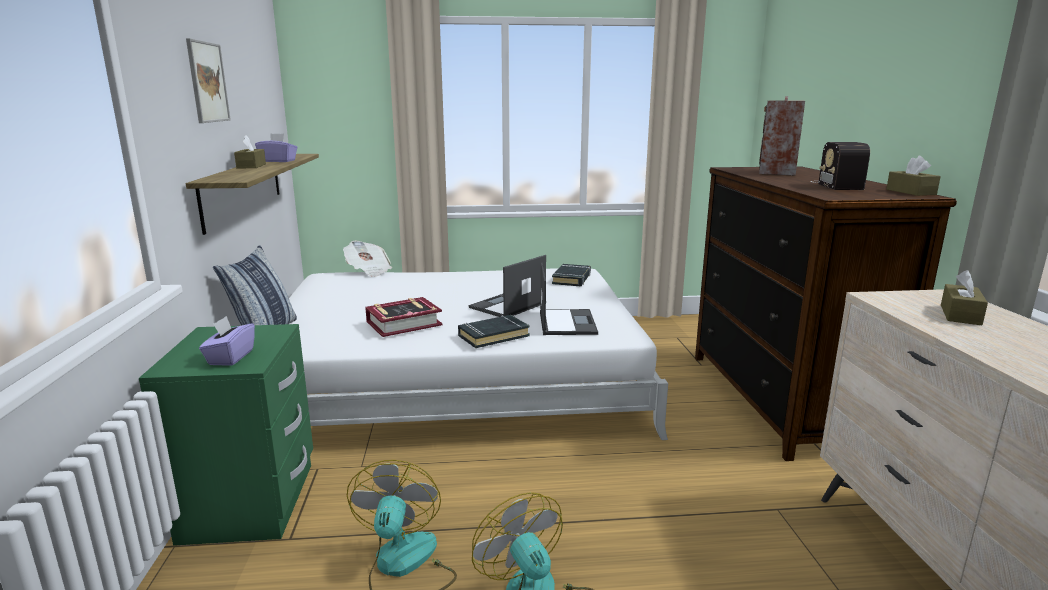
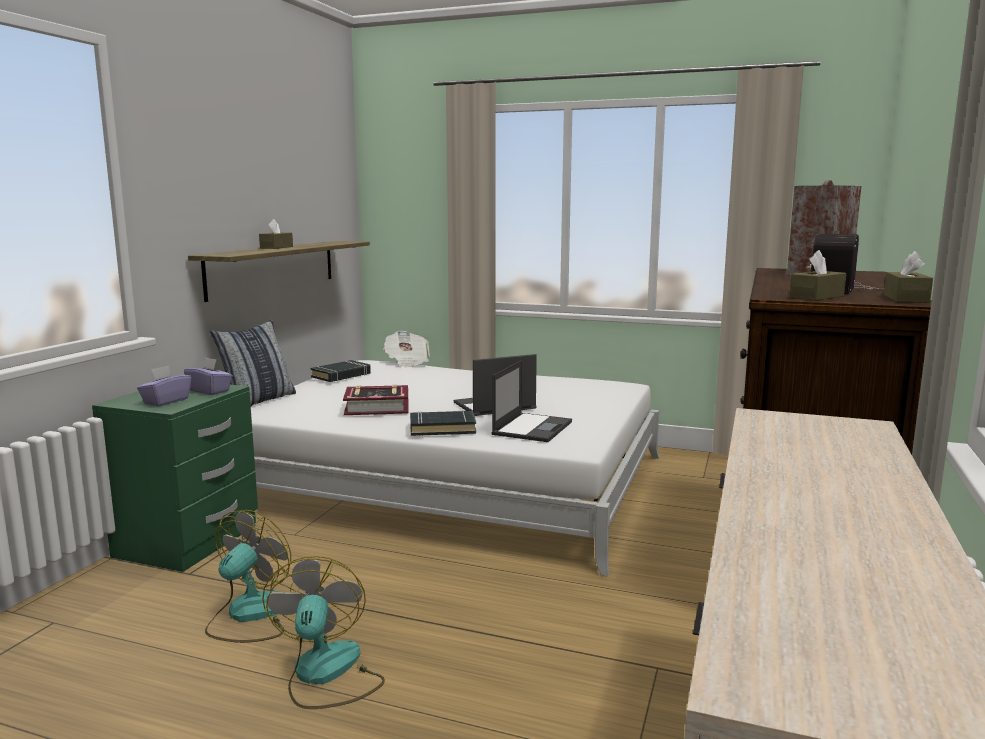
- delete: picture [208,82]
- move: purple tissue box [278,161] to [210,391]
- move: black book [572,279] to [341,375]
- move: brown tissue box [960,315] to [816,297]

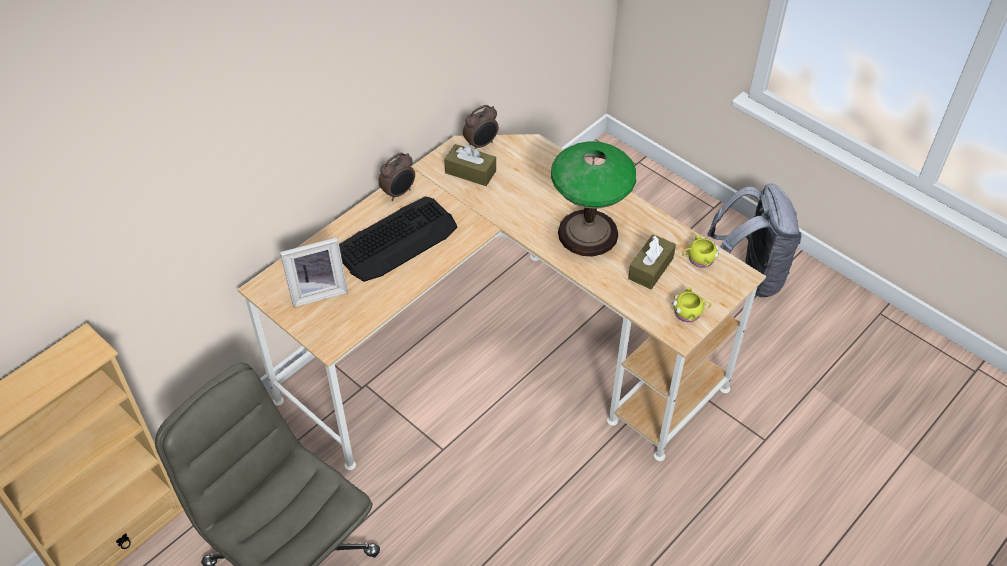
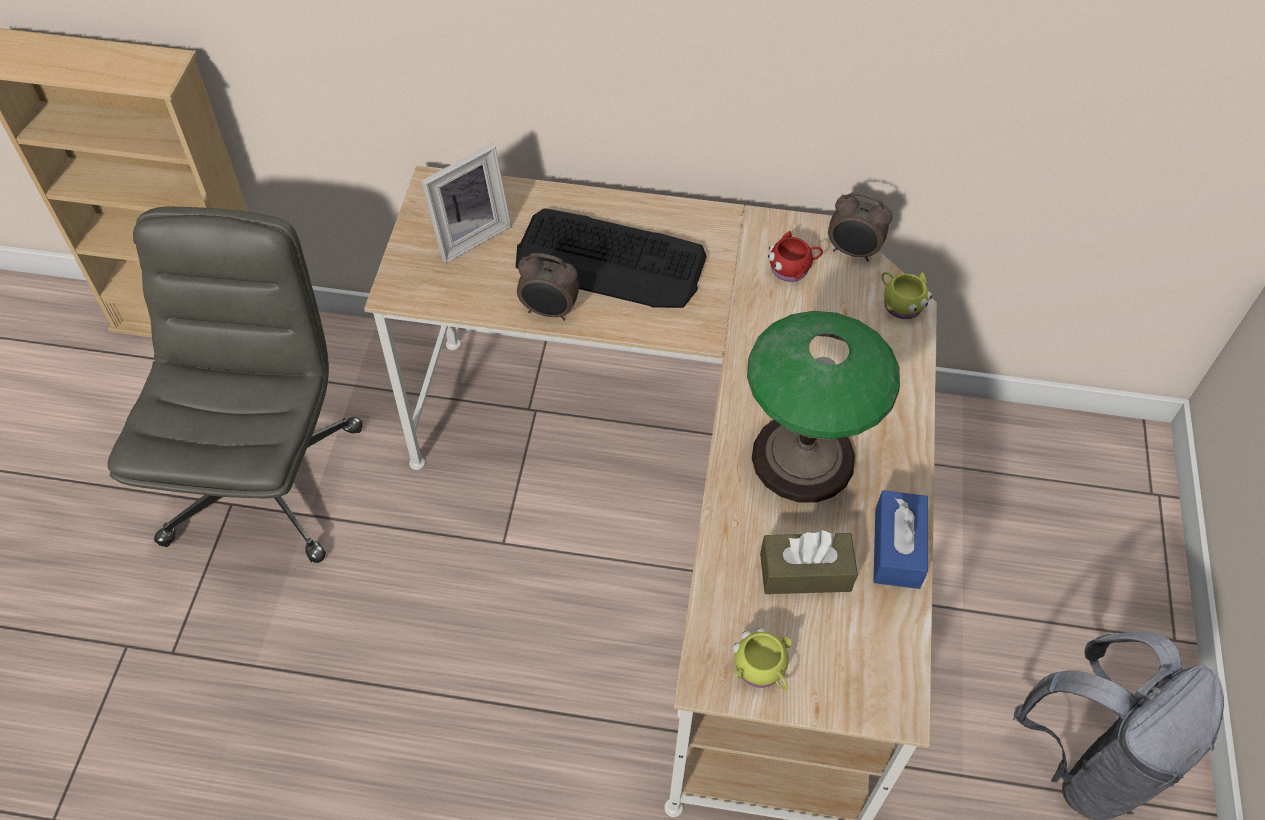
- replace: brown tissue box [470,172] to red mug [792,268]
- move: alarm clock [399,193] to [549,312]
- move: yellow mug [698,259] to [900,303]
- rotate: picture frame [318,291] = [468,234] 75 degrees counterclockwise
- insert: blue tissue box [897,548]

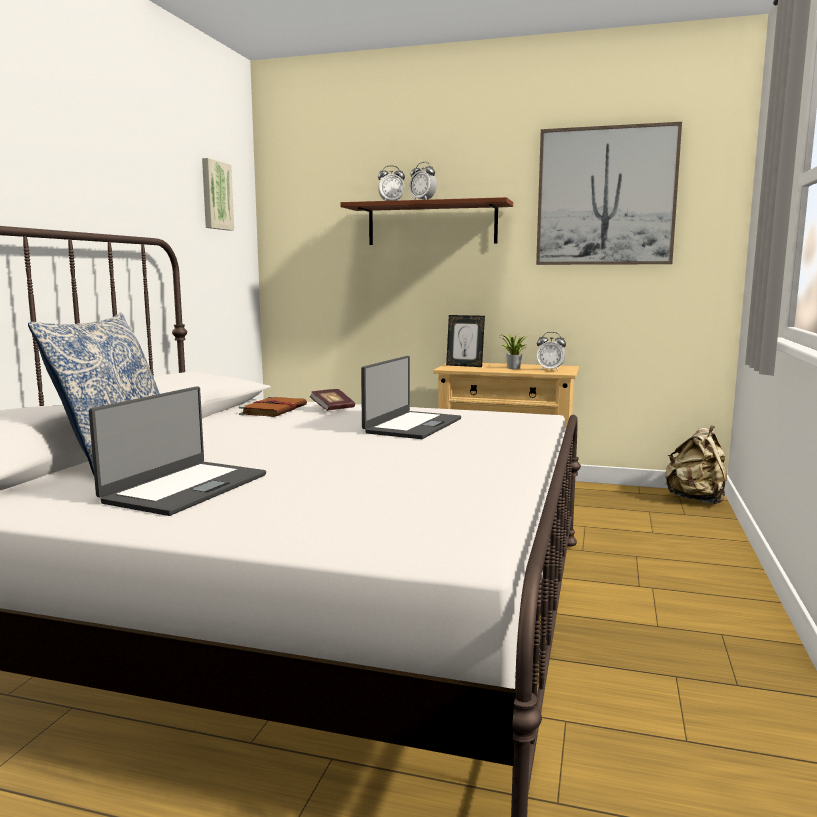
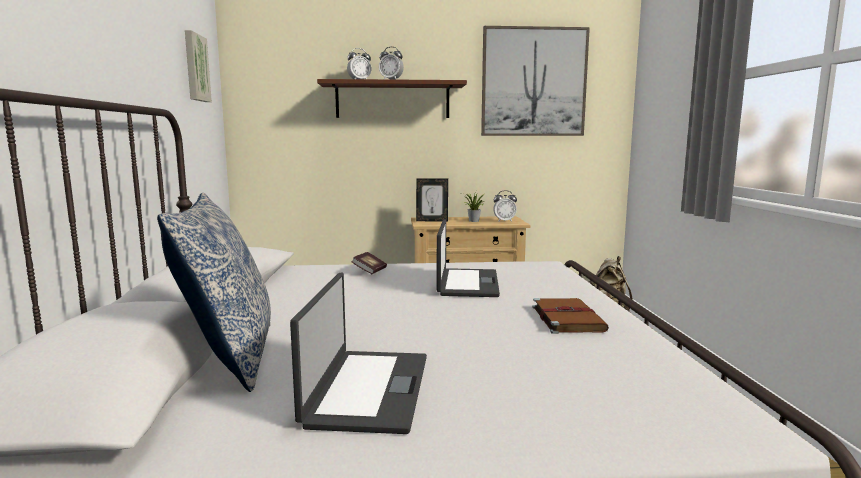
- move: brown book [274,410] to [566,318]

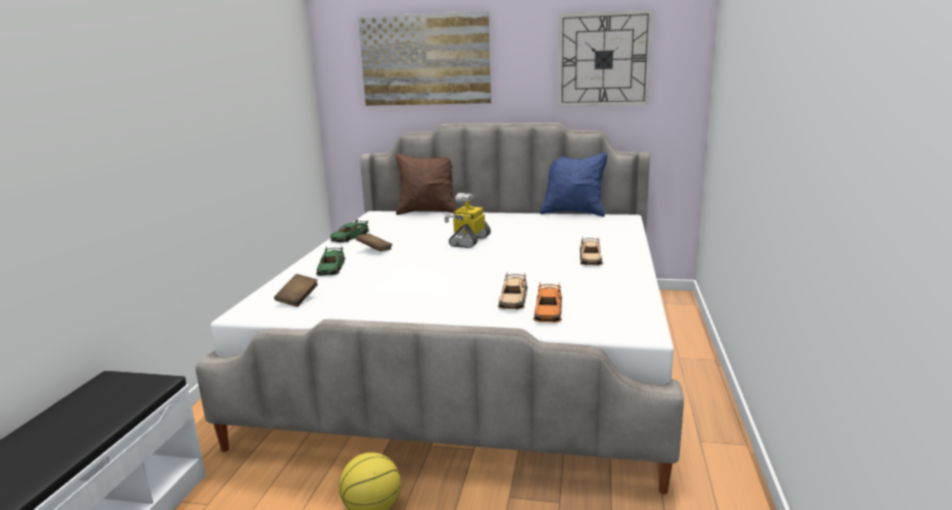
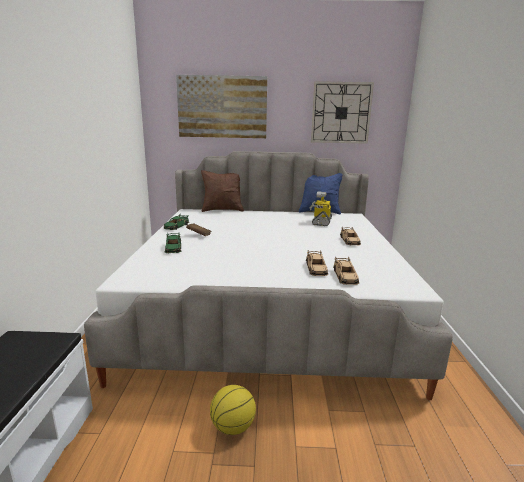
- move: toy robot [469,241] to [321,222]
- delete: brown book [298,299]
- recolor: orange toy car [548,311] to beige toy car [345,276]

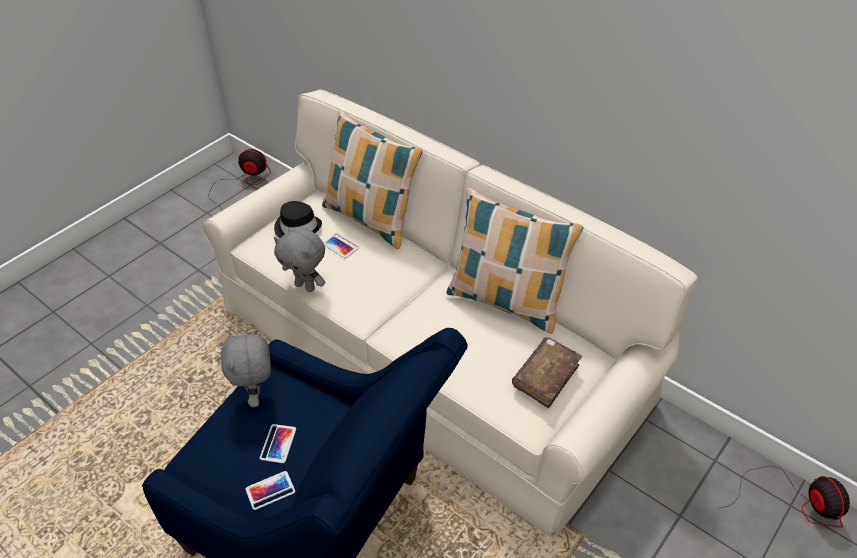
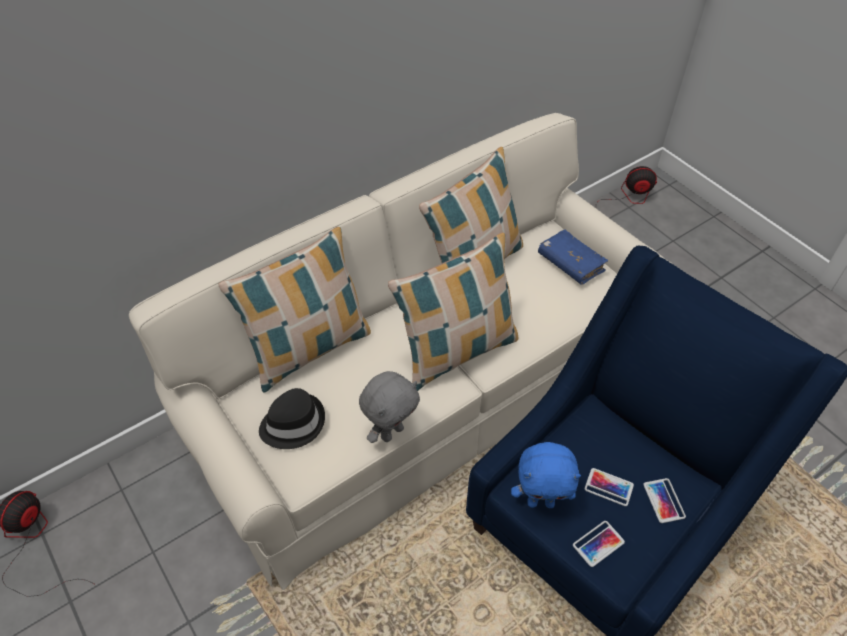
- move: phone [340,246] to [598,543]
- recolor: grey plush toy [256,395] to blue plush toy [541,501]
- recolor: brown book [545,377] to blue book [570,263]
- insert: pillow [456,351]

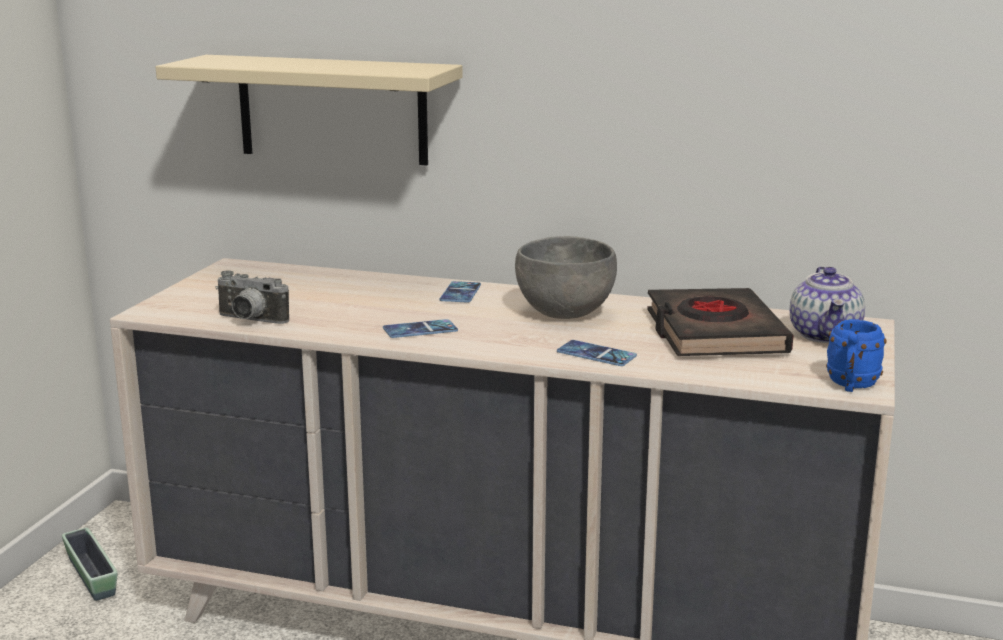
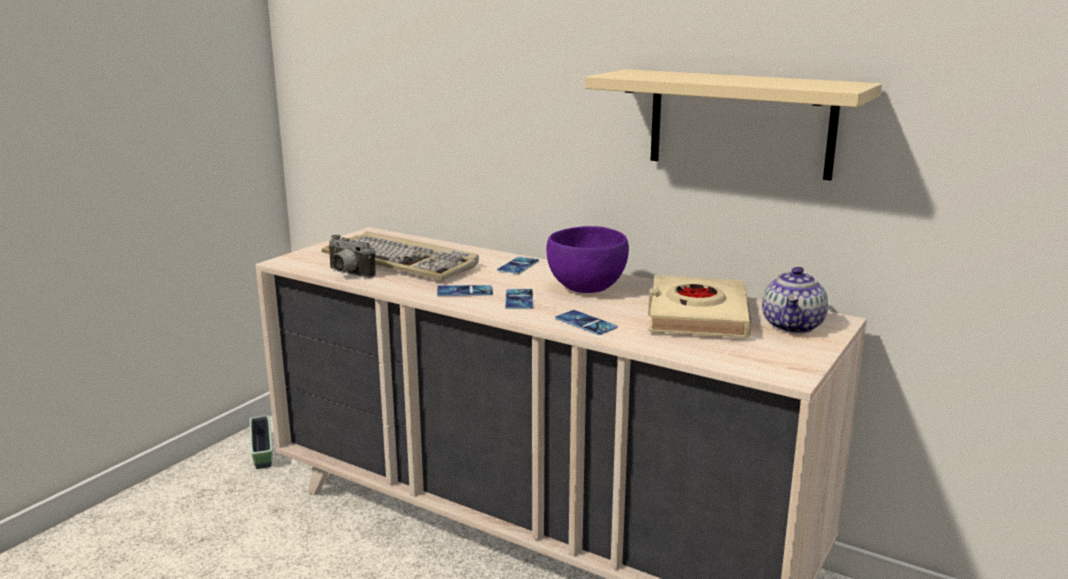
- move: beige shelf [332,109] to [740,123]
- recolor: grey bowl [564,313] to purple bowl [586,288]
- recolor: black book [714,333] to beige book [697,315]
- delete: blue mug [851,385]
- insert: keyboard [402,262]
- insert: phone [519,299]

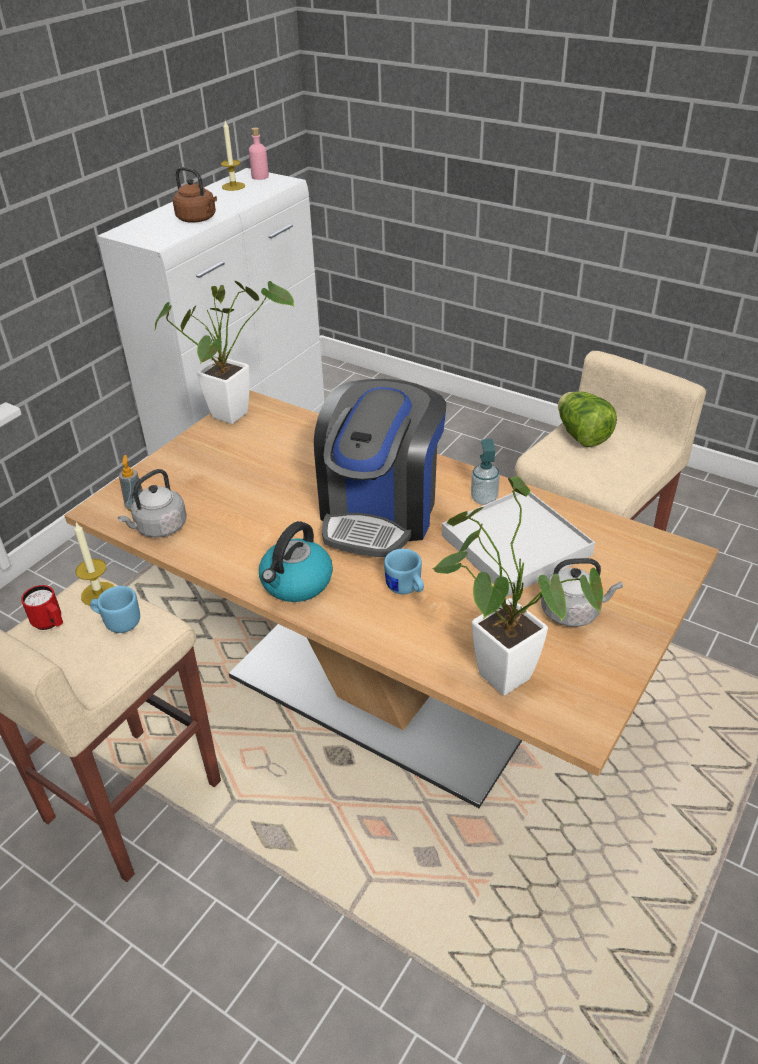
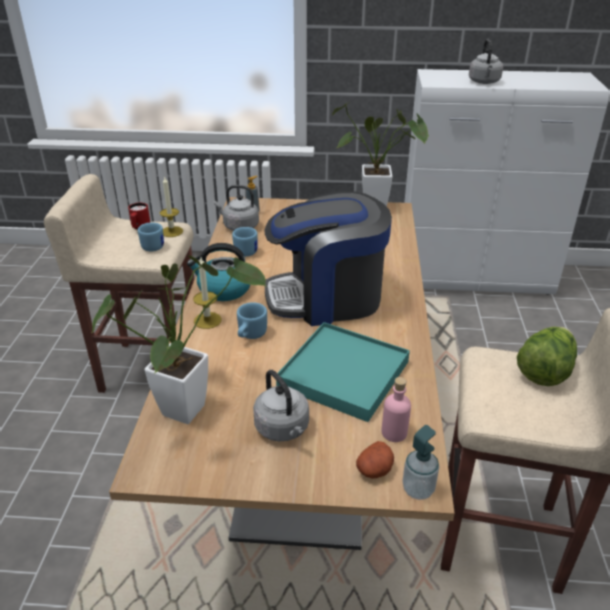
- move: candle [233,186] to [207,320]
- move: pink bottle [260,177] to [394,432]
- recolor: brown kettle [198,219] to grey kettle [484,82]
- move: soap dispenser [484,499] to [418,489]
- recolor: white tray [516,545] to turquoise tray [344,374]
- insert: blue mug [246,250]
- insert: potato [374,470]

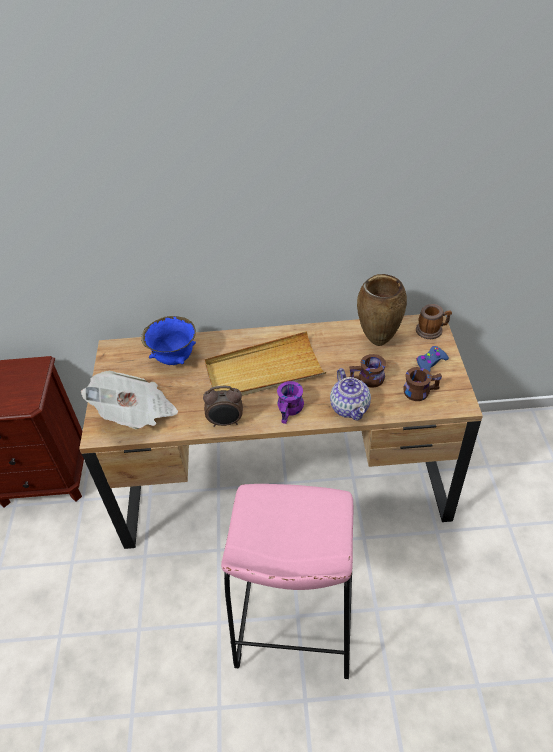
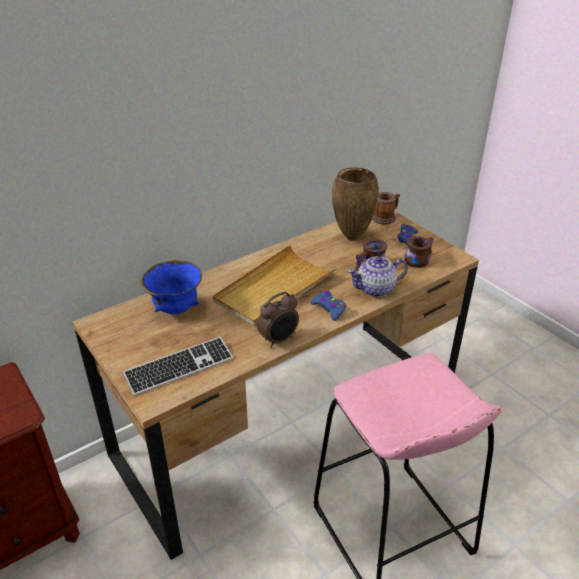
- rotate: teapot [350,407] = [376,289] 120 degrees clockwise
- replace: newspaper [136,414] to keyboard [179,367]
- replace: purple mug [291,410] to blue game controller [329,309]

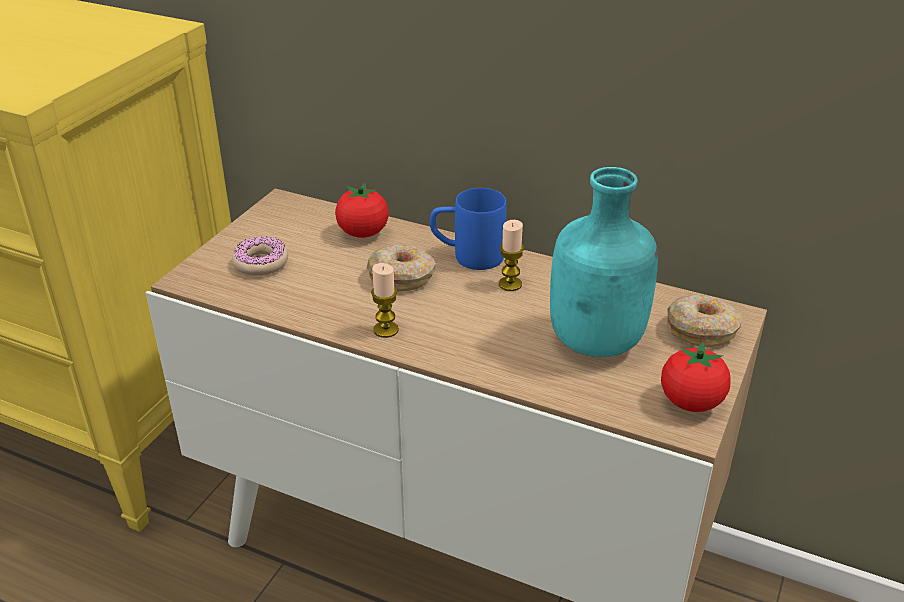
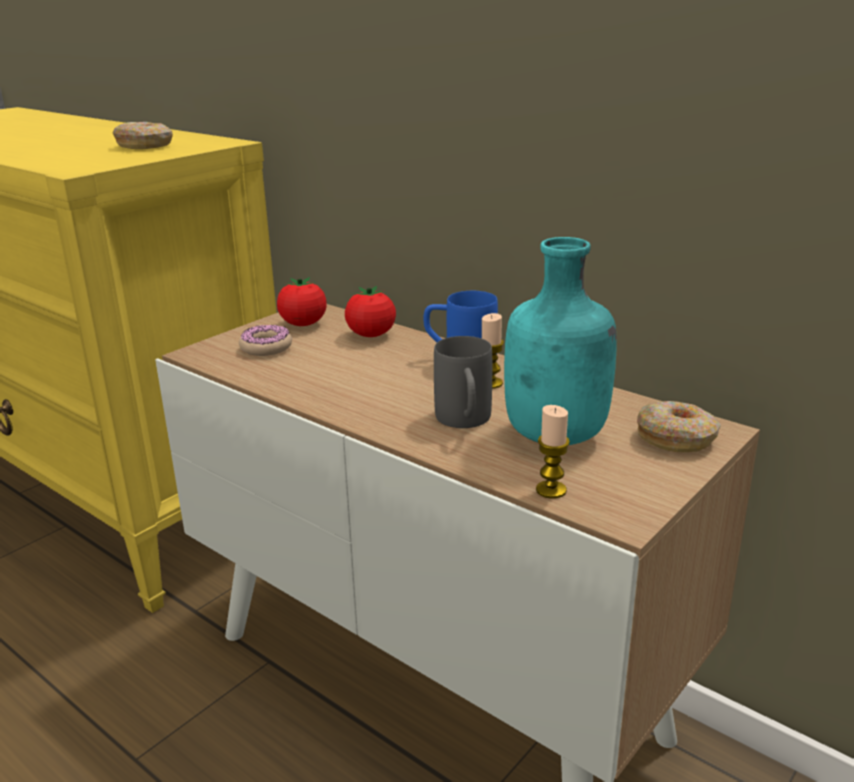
- move: donut [402,277] to [145,146]
- move: candle [386,330] to [551,490]
- move: tomato [691,402] to [303,324]
- insert: grey mug [465,422]

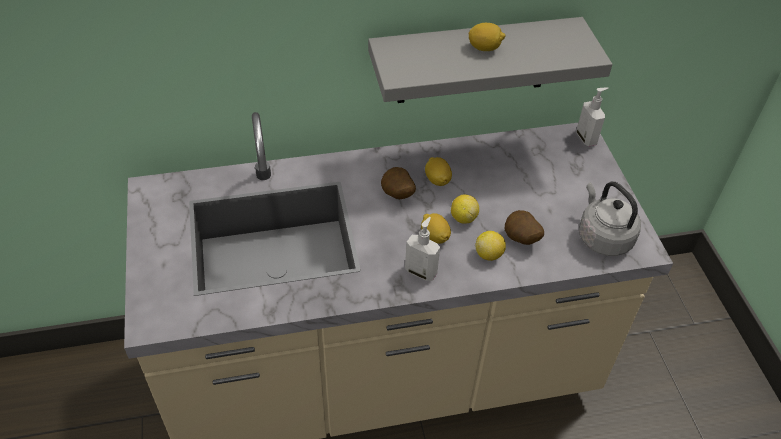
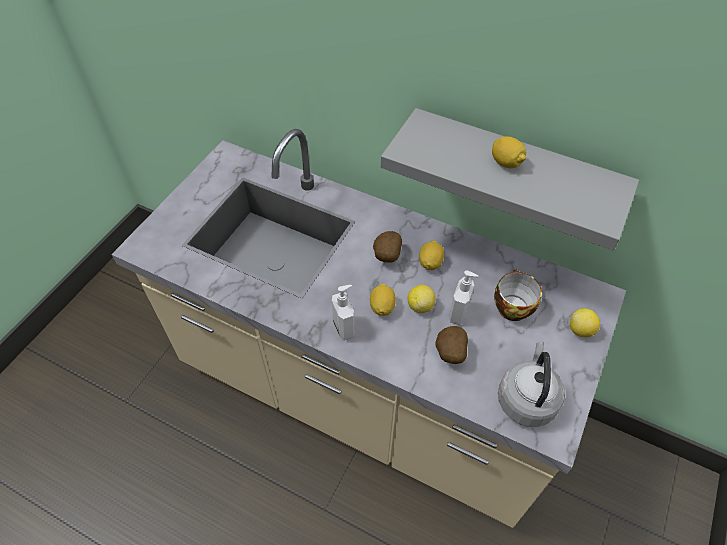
- move: soap dispenser [586,138] to [459,313]
- move: lemon [489,254] to [580,330]
- insert: cup [511,306]

